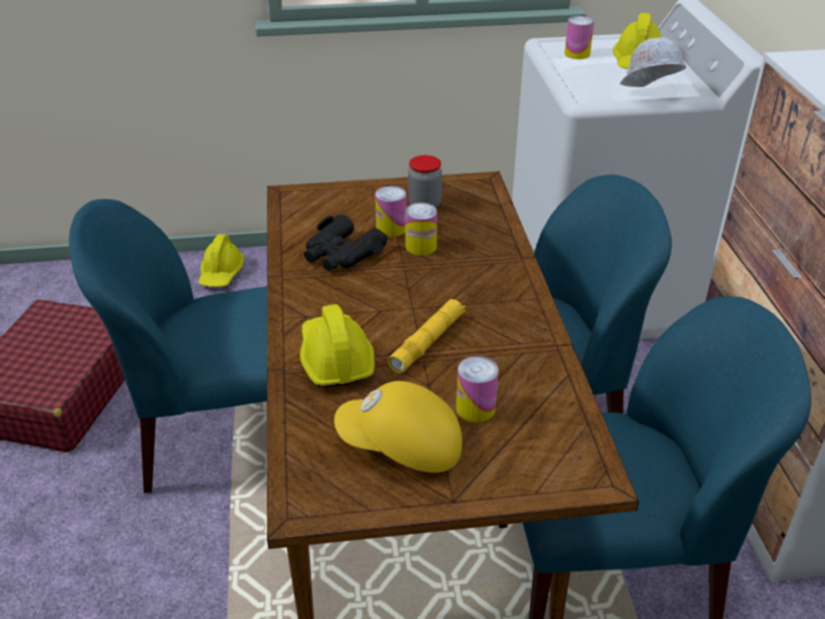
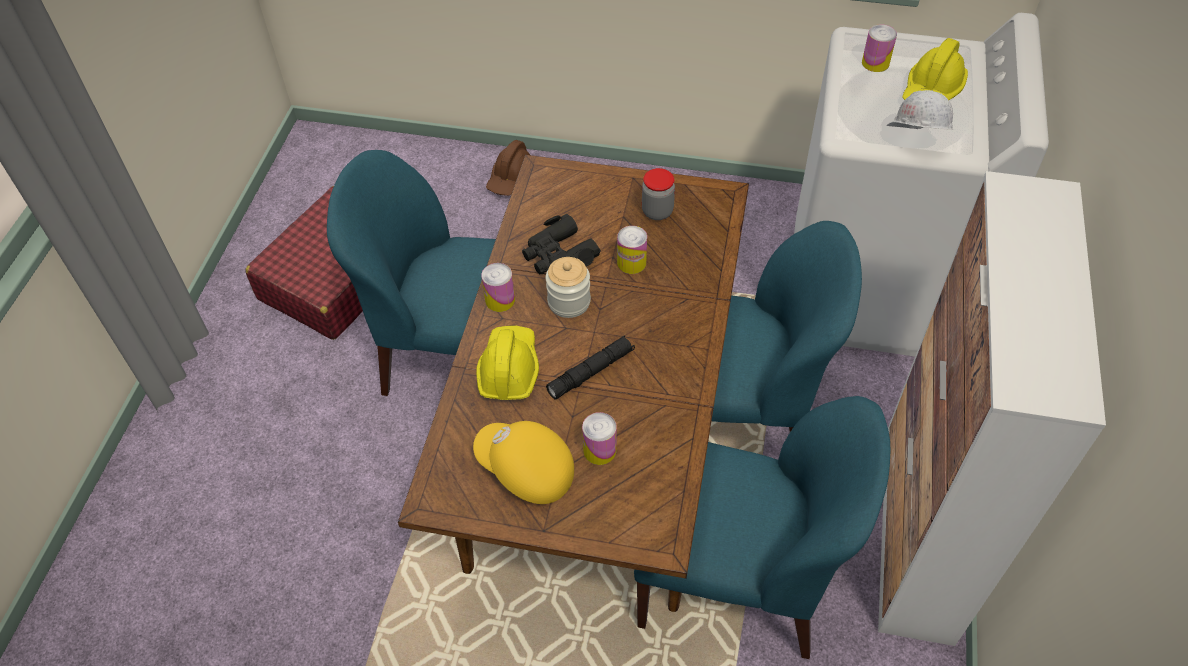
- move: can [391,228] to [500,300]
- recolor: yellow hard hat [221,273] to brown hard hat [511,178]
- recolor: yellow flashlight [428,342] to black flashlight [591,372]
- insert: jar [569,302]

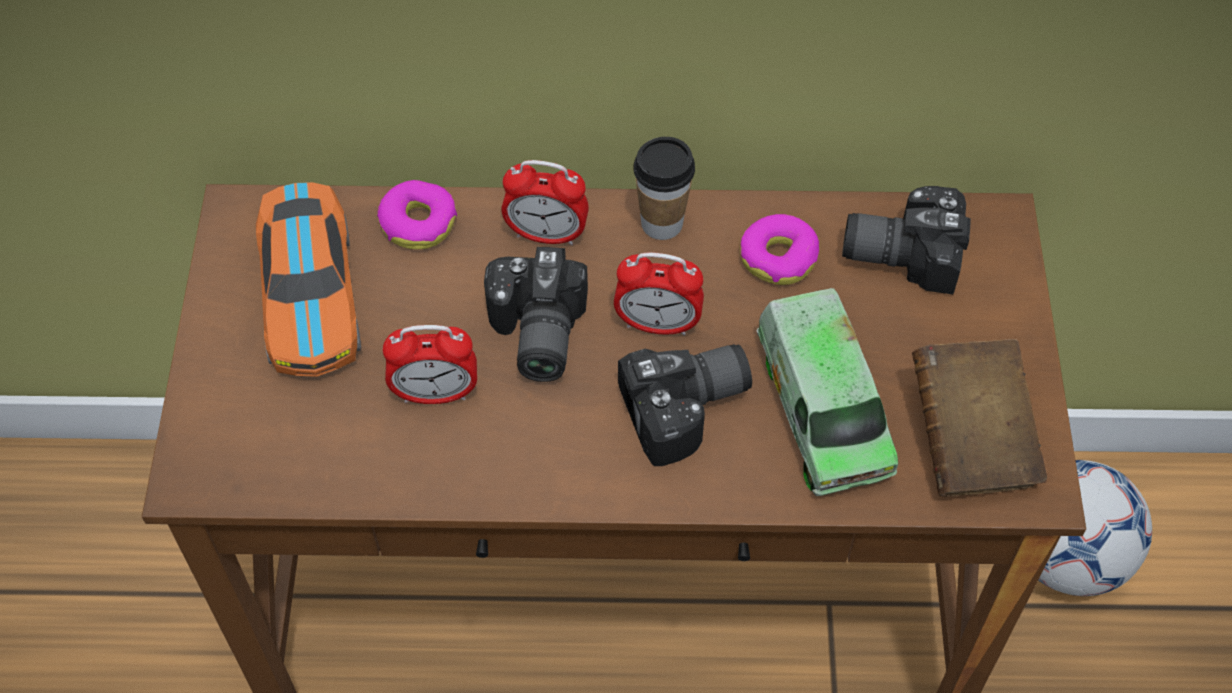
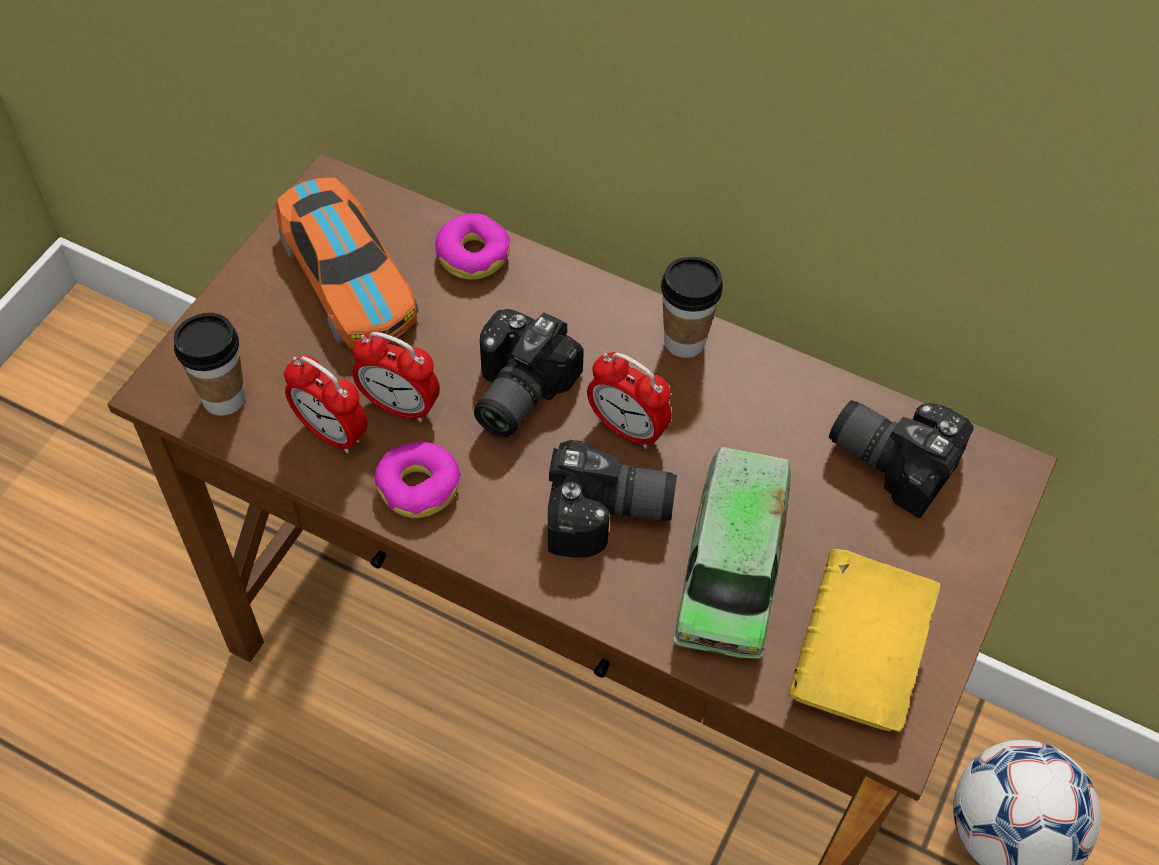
- move: alarm clock [546,235] to [332,433]
- rotate: toy car [310,294] = [348,278] 45 degrees counterclockwise
- move: donut [778,257] to [419,486]
- recolor: brown book [970,438] to yellow book [857,658]
- insert: cup [224,398]

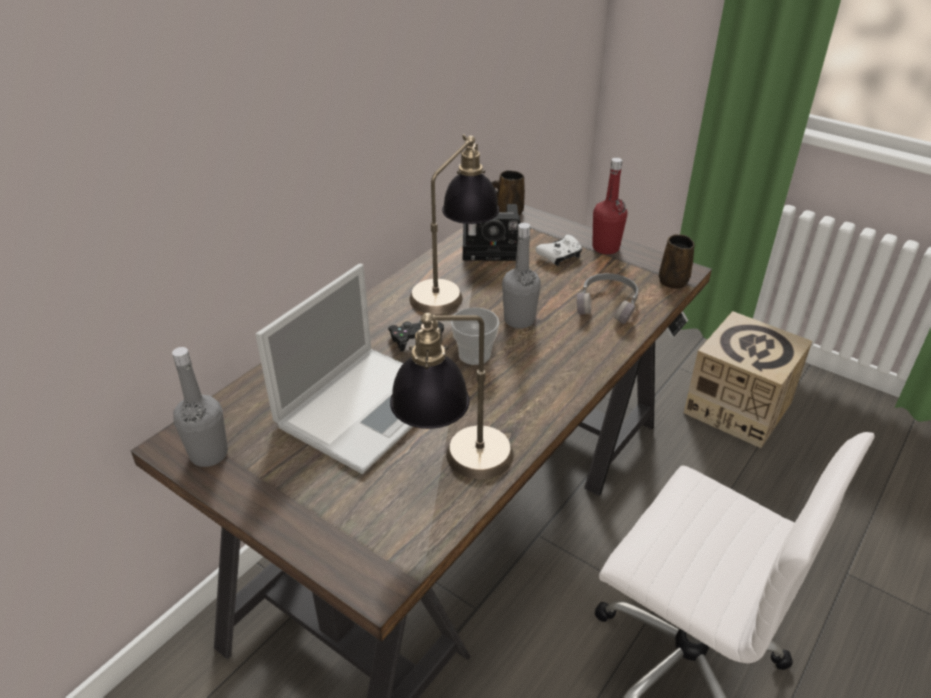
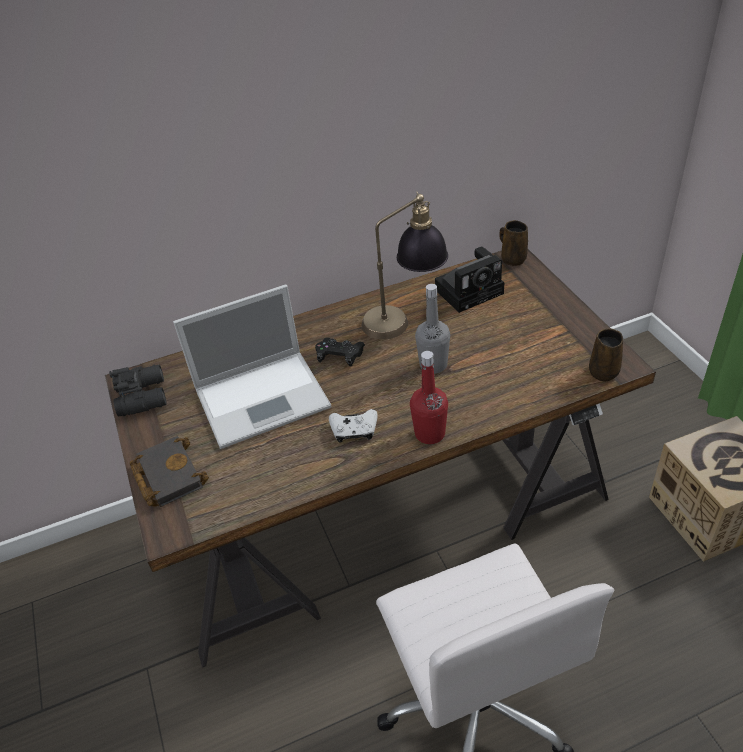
- move: red bottle [605,248] to [430,433]
- rotate: photo camera [494,247] = [471,290] 60 degrees counterclockwise
- move: white game controller [560,256] to [354,431]
- delete: grey headphones [608,304]
- delete: cup [474,355]
- delete: table lamp [456,468]
- replace: grey bottle [209,454] to black binoculars [143,395]
- insert: black book [167,475]

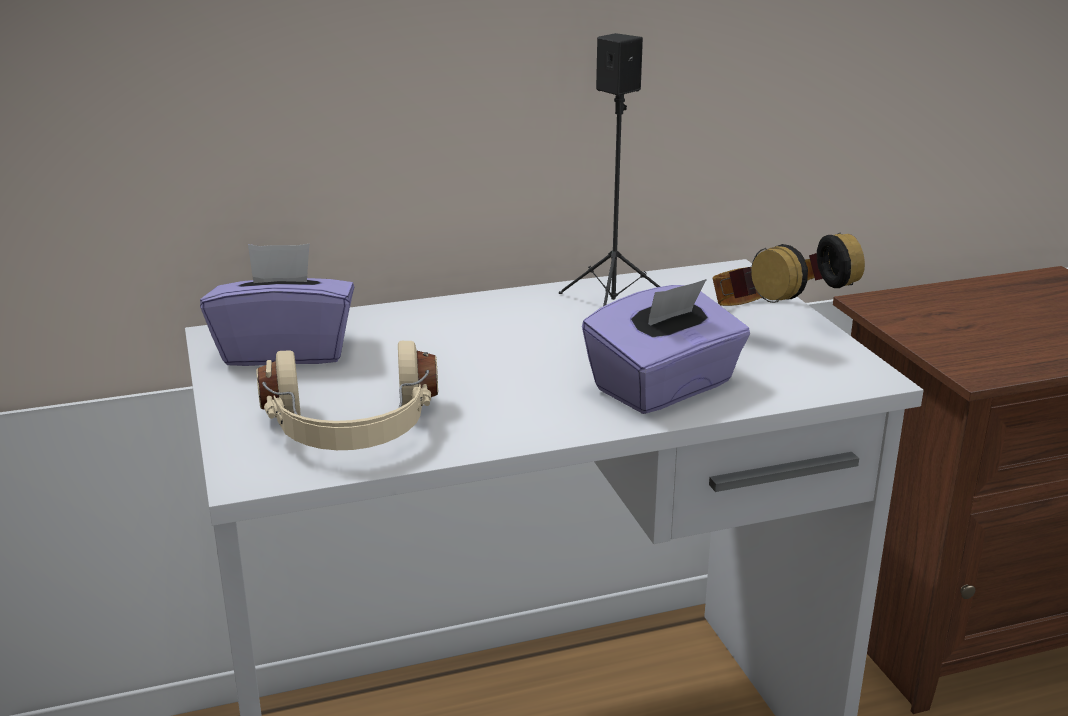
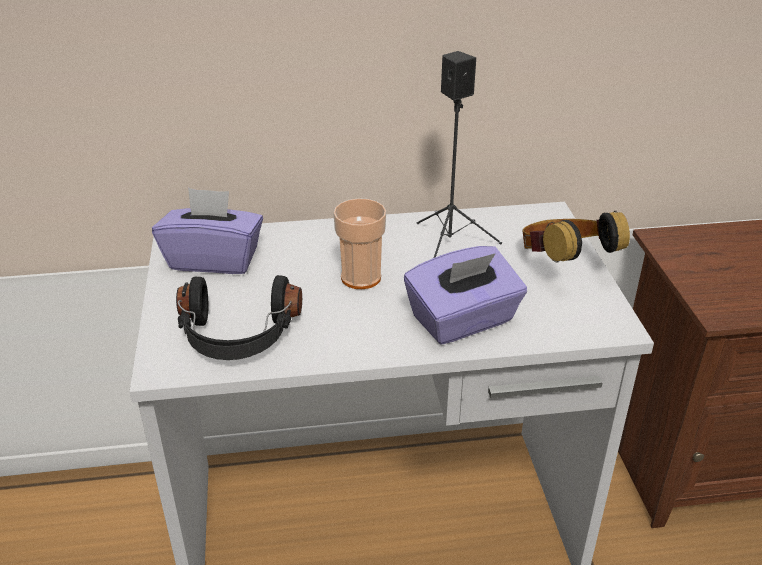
- recolor: beige headphones [352,430] to black headphones [238,336]
- insert: cup [361,277]

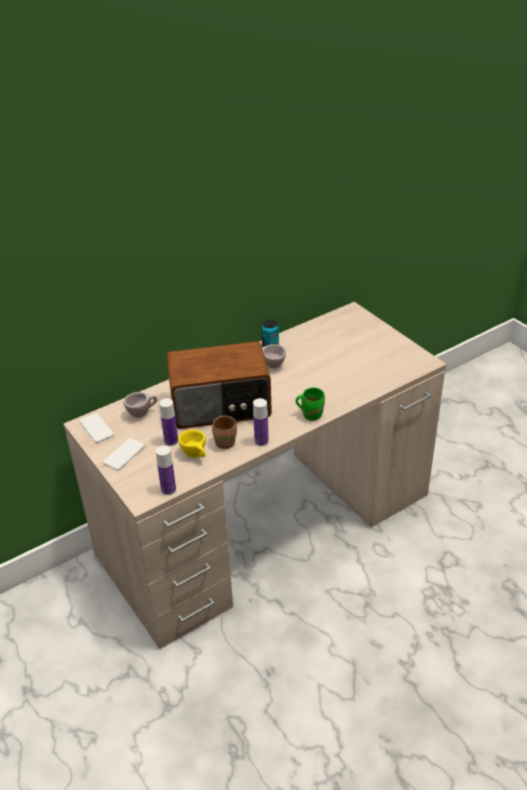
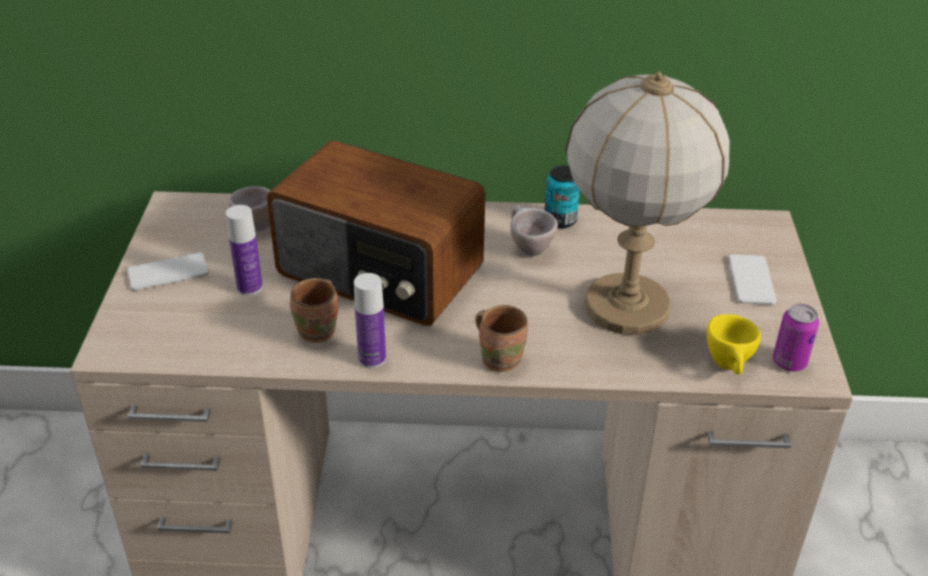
- recolor: green mug [311,414] to brown mug [501,358]
- move: phone [96,428] to [751,280]
- move: yellow cup [196,455] to [729,367]
- delete: bottle [168,489]
- insert: table lamp [626,308]
- insert: can [789,362]

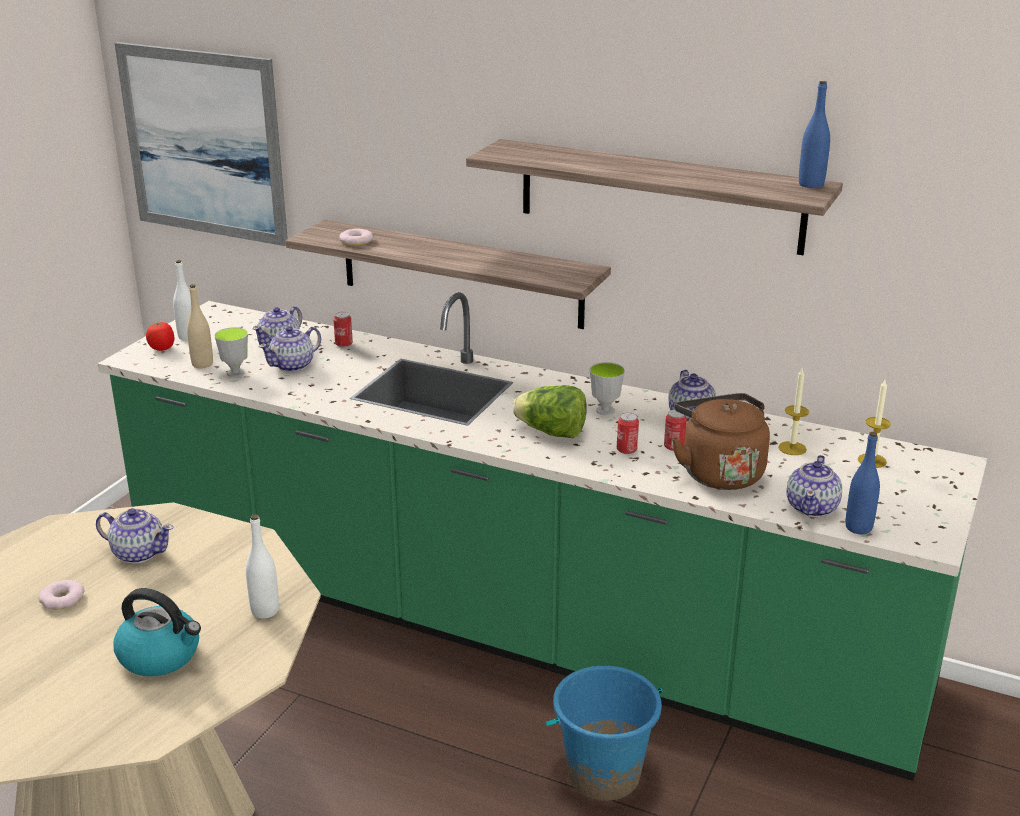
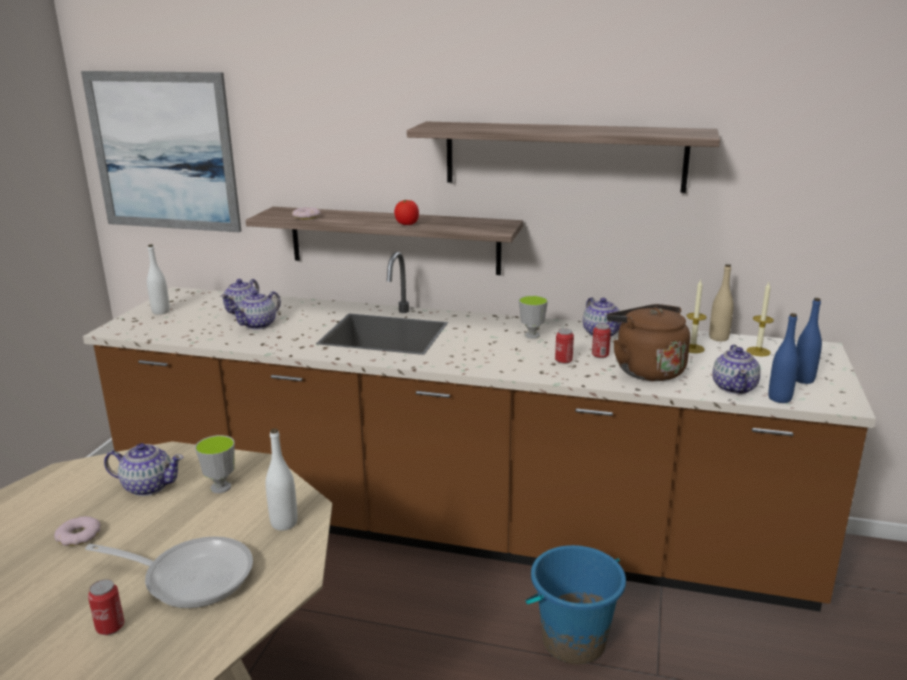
- move: blue bottle [811,184] to [803,379]
- move: beige bottle [202,364] to [718,338]
- recolor: green counter [510,622] to brown counter [455,525]
- move: can [344,344] to [110,627]
- move: tomato [162,348] to [407,224]
- move: cup [235,373] to [220,487]
- delete: lettuce [552,433]
- replace: kettle [161,656] to frying pan [191,576]

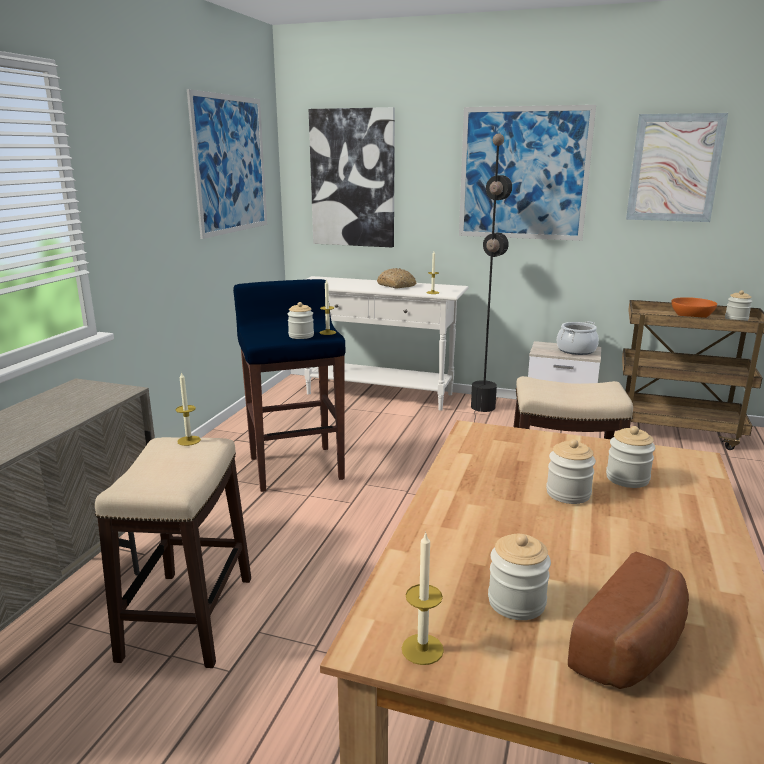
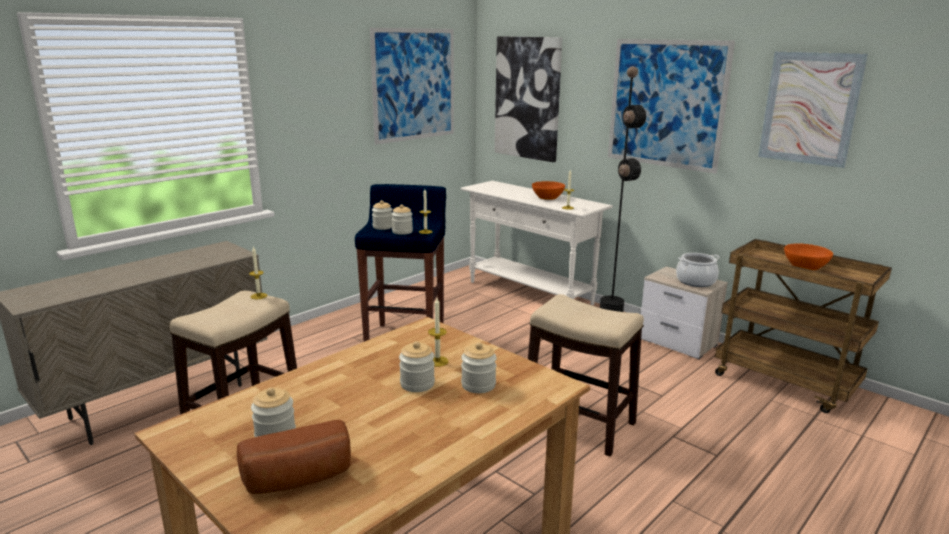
- replace: bread [397,285] to orange bowl [548,197]
- move: jar [736,319] to [382,227]
- move: candle [422,649] to [437,361]

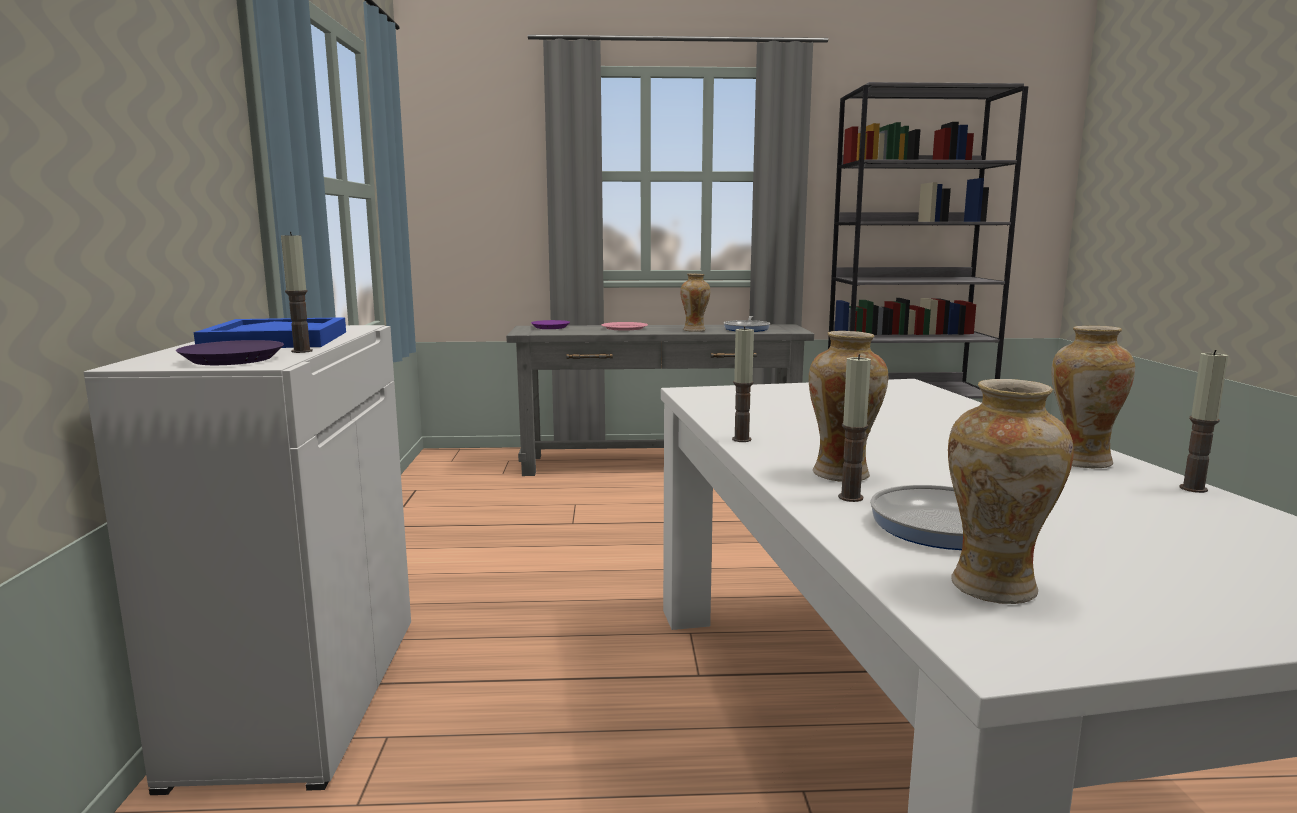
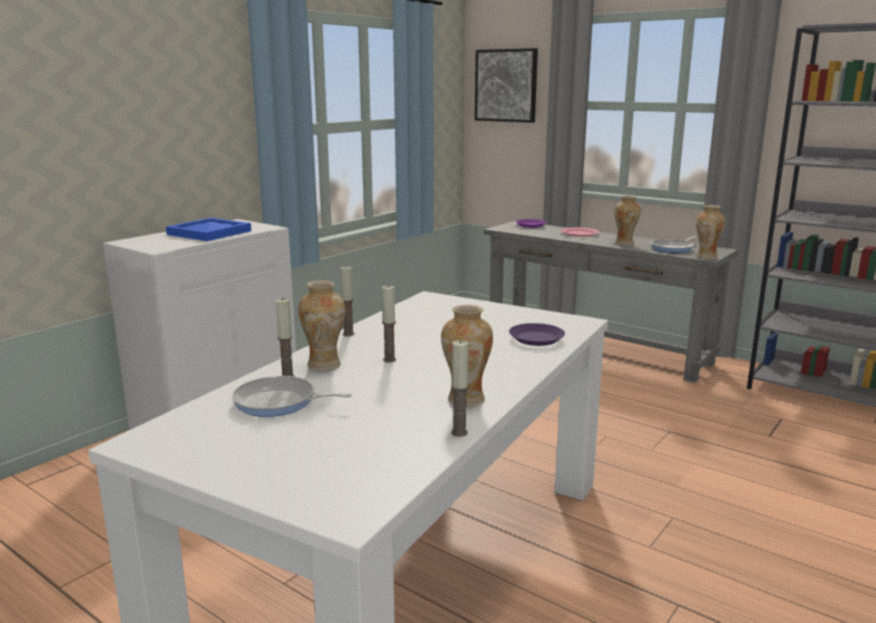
- move: candle [302,351] to [389,360]
- move: purple plate [232,359] to [536,339]
- move: vase [994,588] to [706,257]
- insert: picture [506,85]

